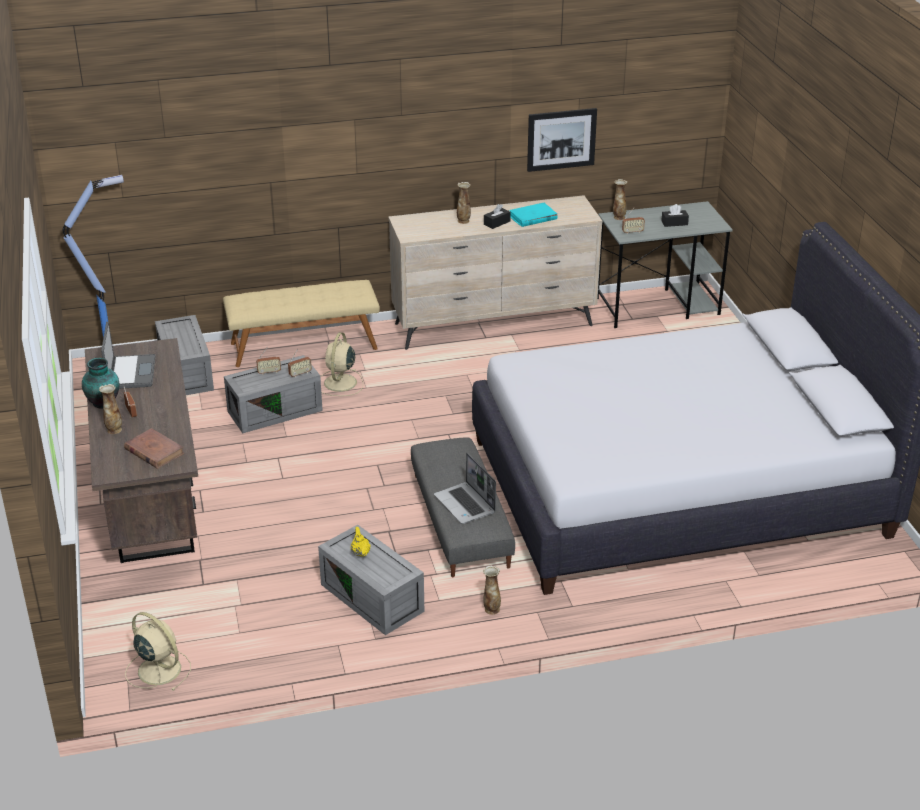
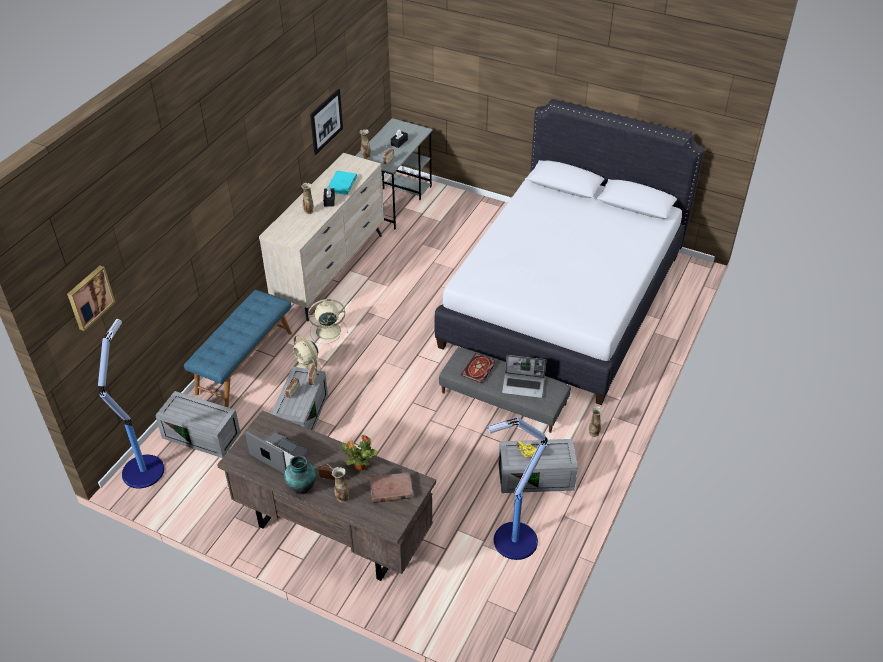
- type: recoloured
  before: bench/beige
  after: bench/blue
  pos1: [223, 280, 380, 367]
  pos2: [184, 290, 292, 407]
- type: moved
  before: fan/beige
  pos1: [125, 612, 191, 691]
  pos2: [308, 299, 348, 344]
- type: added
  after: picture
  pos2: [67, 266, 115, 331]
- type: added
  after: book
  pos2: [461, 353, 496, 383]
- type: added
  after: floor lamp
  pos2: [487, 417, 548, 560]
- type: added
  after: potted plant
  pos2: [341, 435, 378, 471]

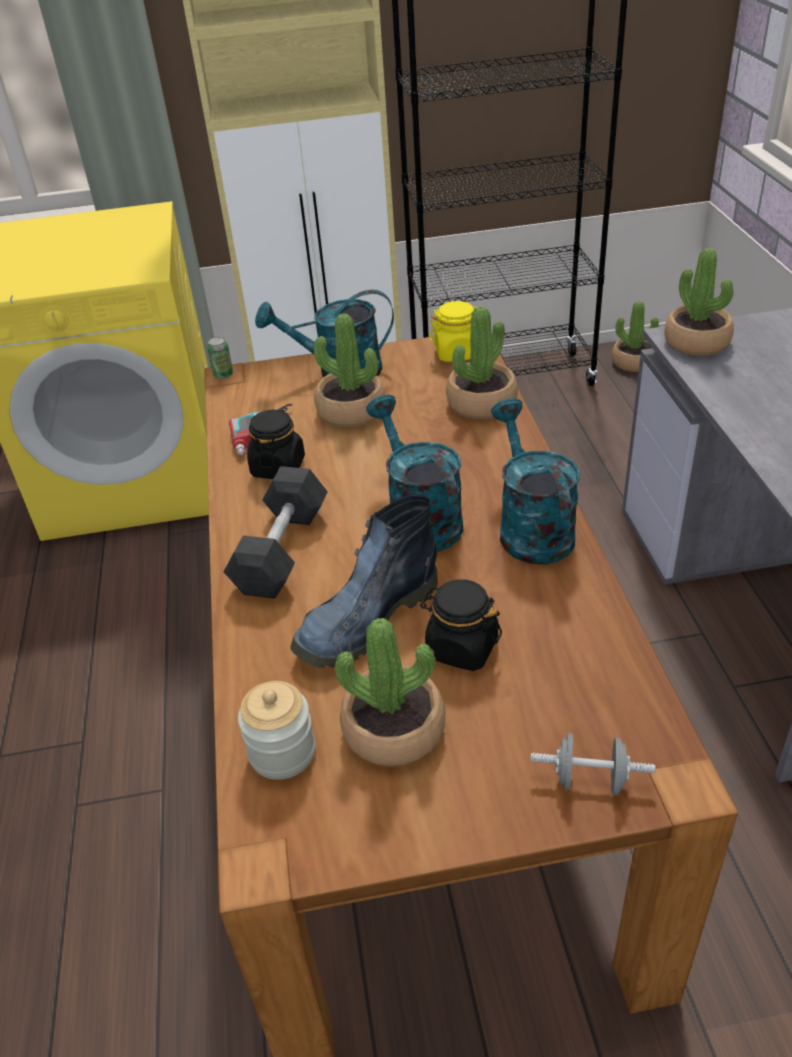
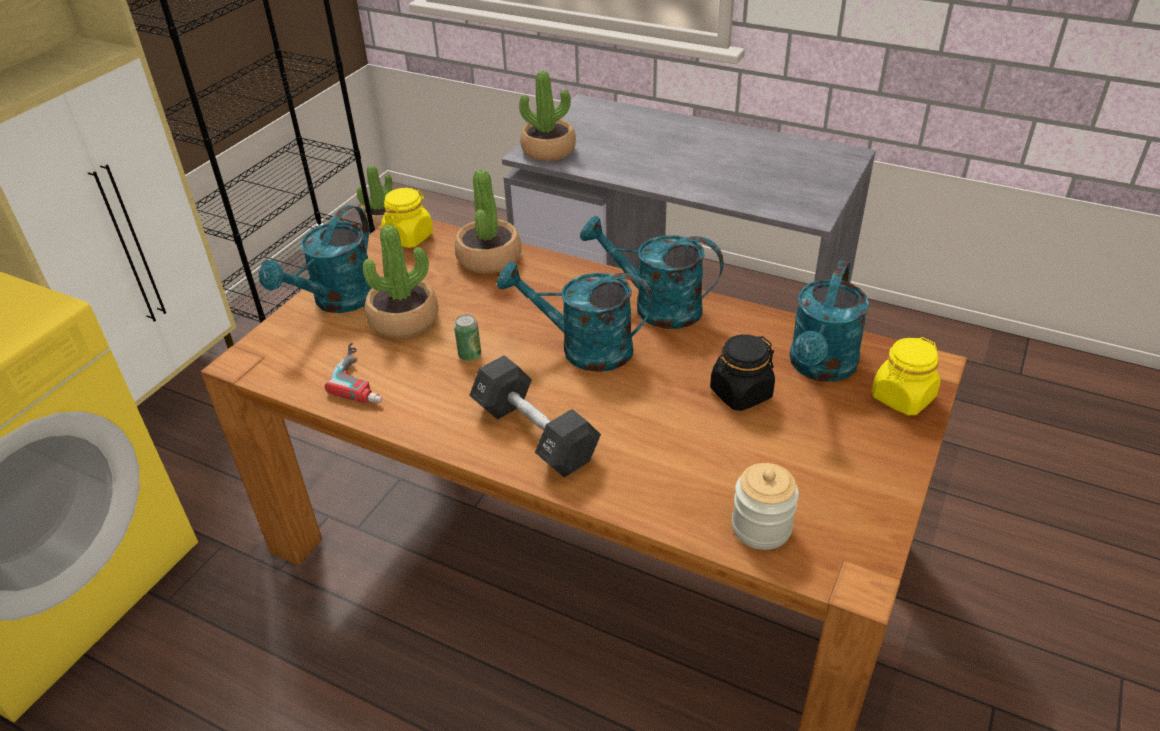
- type: moved
  before: can
  pos1: [207, 337, 233, 379]
  pos2: [454, 314, 481, 361]
- type: removed
  before: jar/black
  pos1: [247, 409, 305, 479]
- type: removed
  before: boot
  pos1: [290, 494, 438, 668]
- type: removed
  before: potted plant
  pos1: [335, 618, 445, 767]
- type: replaced
  before: dumbbell/grey
  after: jar/yellow
  pos1: [531, 733, 656, 796]
  pos2: [871, 337, 941, 415]
- type: added
  after: watering can/turquoise
  pos2: [790, 260, 869, 382]

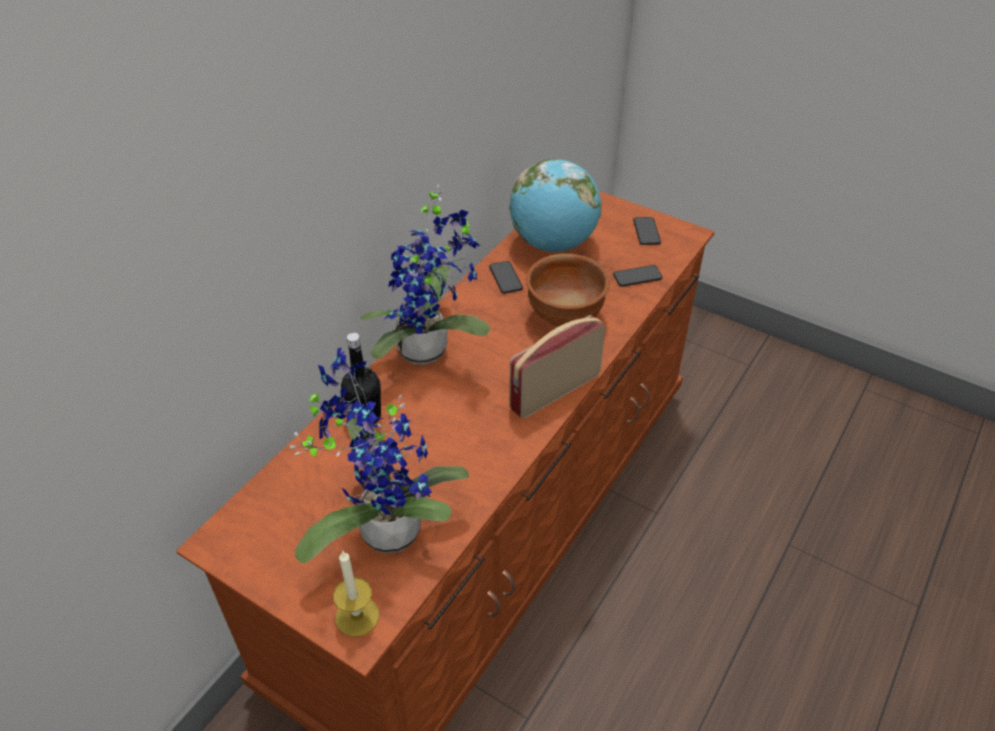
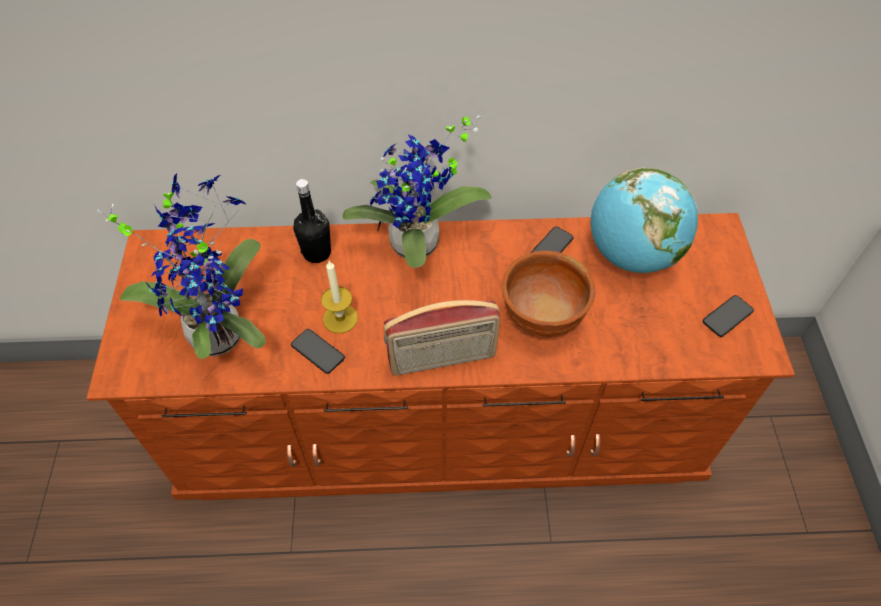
- type: moved
  before: phone
  pos1: [613, 265, 663, 287]
  pos2: [291, 329, 345, 374]
- type: turned
  before: radio
  pos1: [509, 315, 606, 419]
  pos2: [384, 300, 500, 375]
  turn: 150
- type: moved
  before: candle
  pos1: [333, 551, 379, 637]
  pos2: [321, 261, 358, 333]

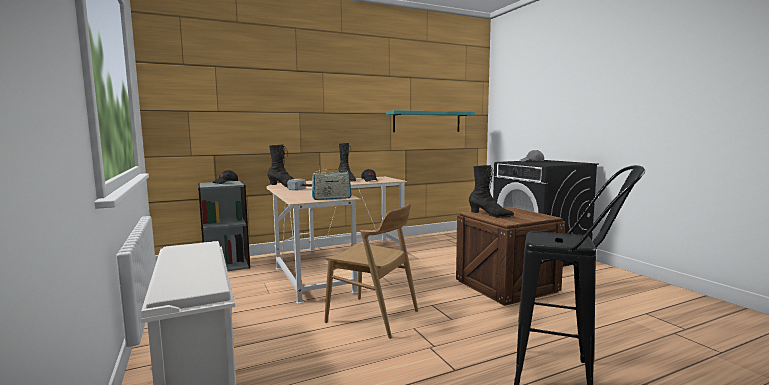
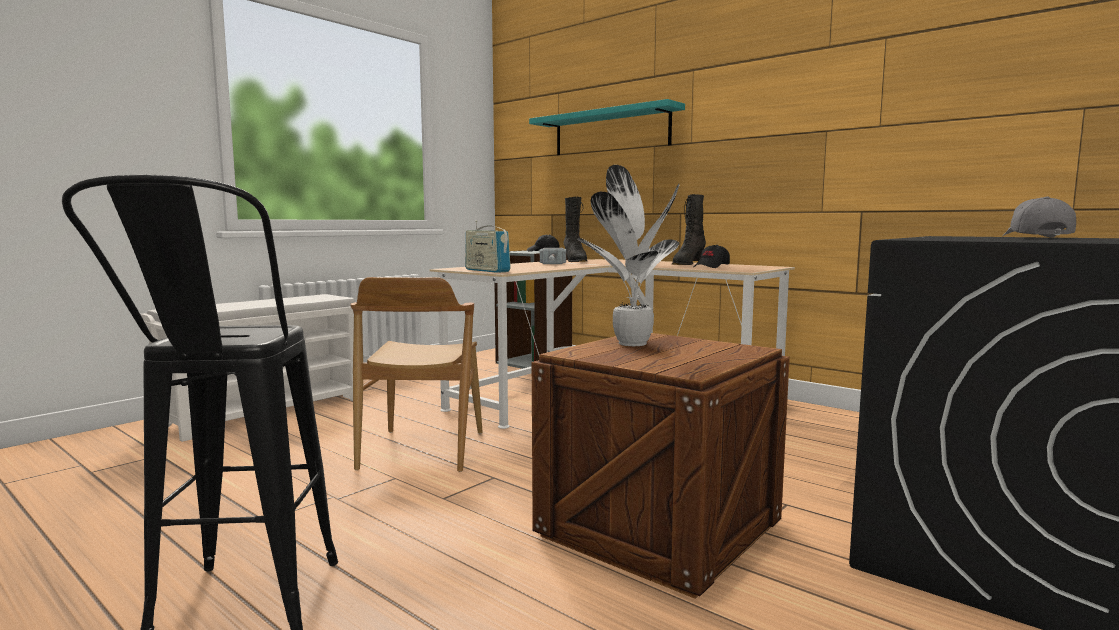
- type: moved
  before: shelf/turquoise
  pos1: [386, 110, 475, 132]
  pos2: [529, 99, 685, 155]
- type: replaced
  before: boot/black
  after: potted plant
  pos1: [469, 165, 514, 218]
  pos2: [577, 165, 679, 346]

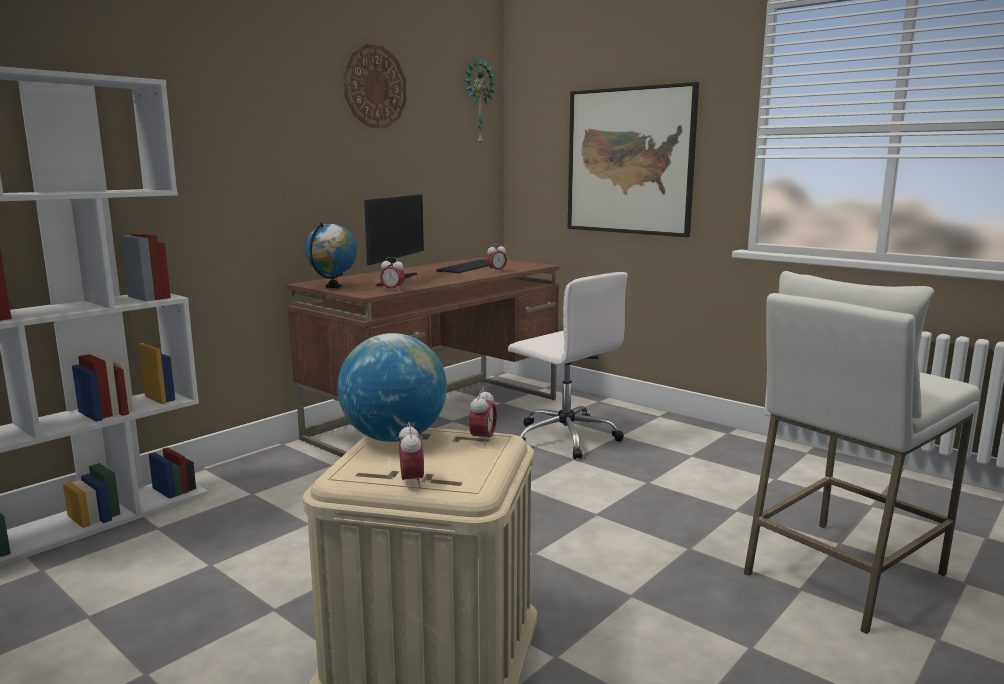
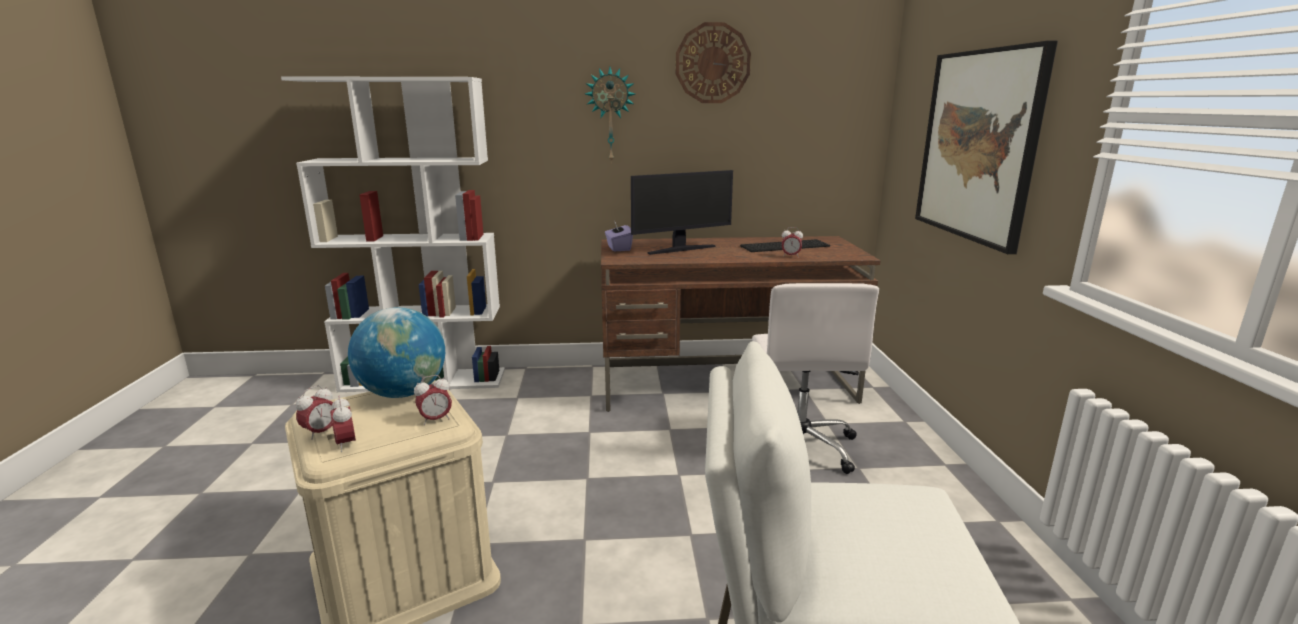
- type: moved
  before: wall clock
  pos1: [464, 57, 495, 146]
  pos2: [585, 67, 635, 163]
- type: replaced
  before: globe
  after: tissue box/purple
  pos1: [305, 222, 357, 288]
  pos2: [605, 221, 633, 251]
- type: moved
  before: alarm clock
  pos1: [380, 257, 405, 290]
  pos2: [330, 395, 356, 452]

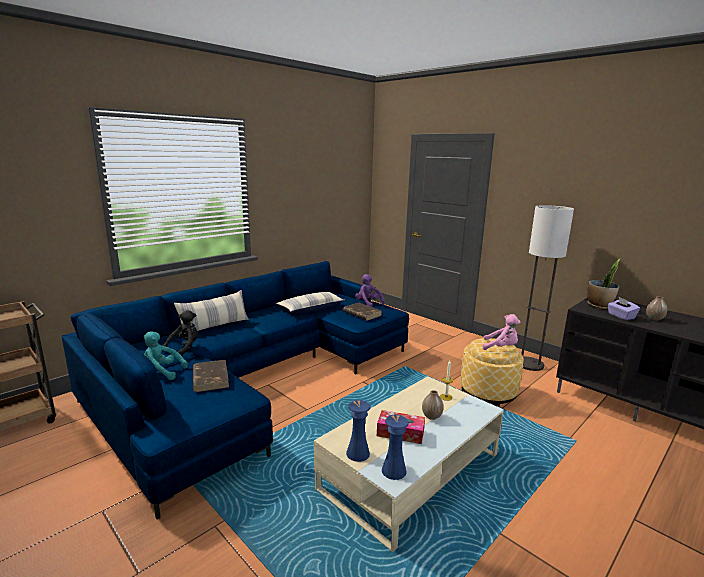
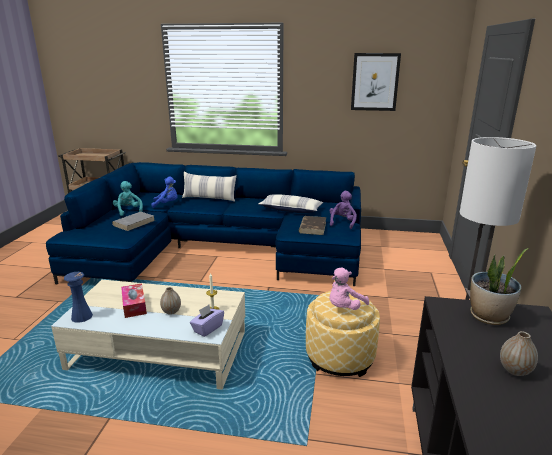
- type: moved
  before: tissue box/purple
  pos1: [607, 297, 640, 320]
  pos2: [190, 305, 224, 337]
- type: recoloured
  before: plush toy/black
  after: plush toy/blue
  pos1: [163, 310, 198, 356]
  pos2: [151, 177, 178, 208]
- type: turned
  before: plush toy/pink
  pos1: [483, 314, 521, 350]
  pos2: [329, 267, 369, 310]
  turn: 60
- type: recoloured
  before: book/brown
  after: book/grey
  pos1: [193, 360, 229, 392]
  pos2: [112, 212, 155, 231]
- type: removed
  before: vase/blue
  pos1: [346, 400, 371, 462]
- type: added
  after: picture
  pos2: [351, 53, 401, 111]

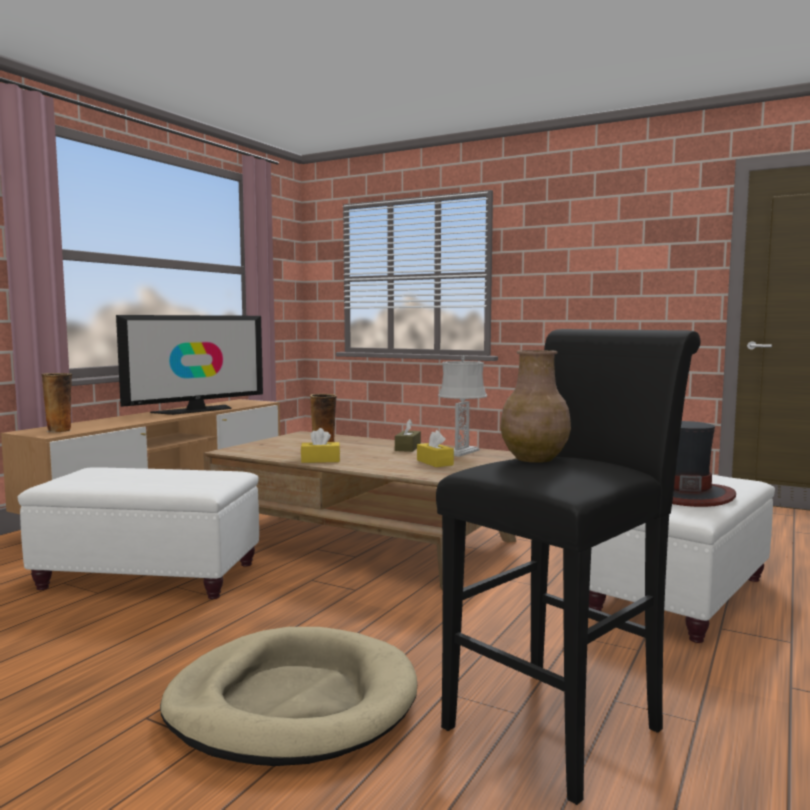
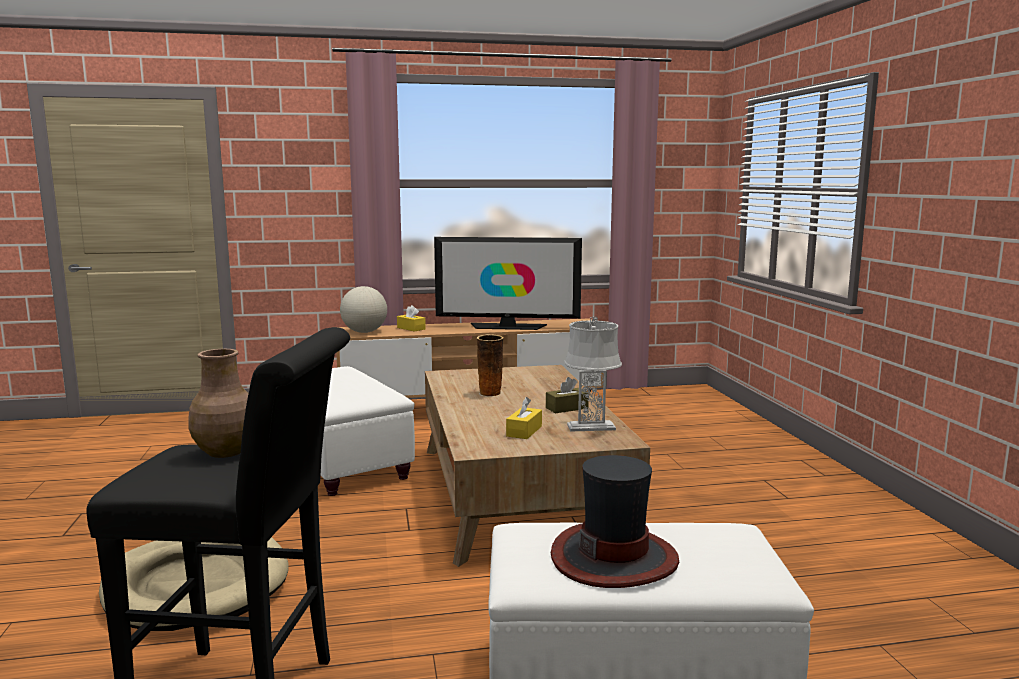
- type: replaced
  before: vase
  after: globe
  pos1: [42, 373, 72, 433]
  pos2: [340, 286, 387, 333]
- type: moved
  before: tissue box/yellow
  pos1: [301, 428, 340, 463]
  pos2: [397, 305, 426, 331]

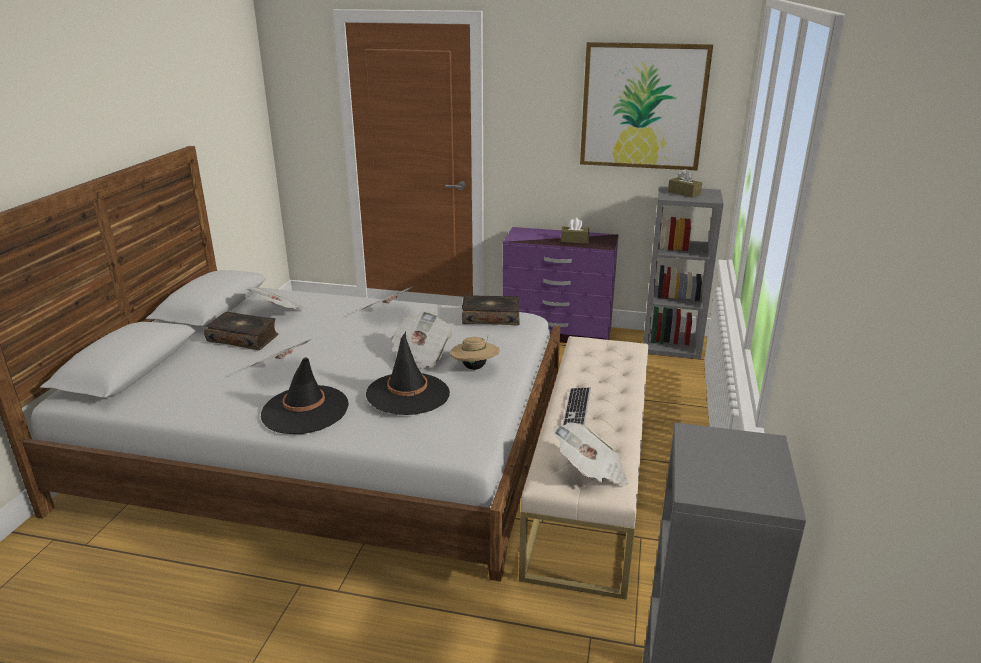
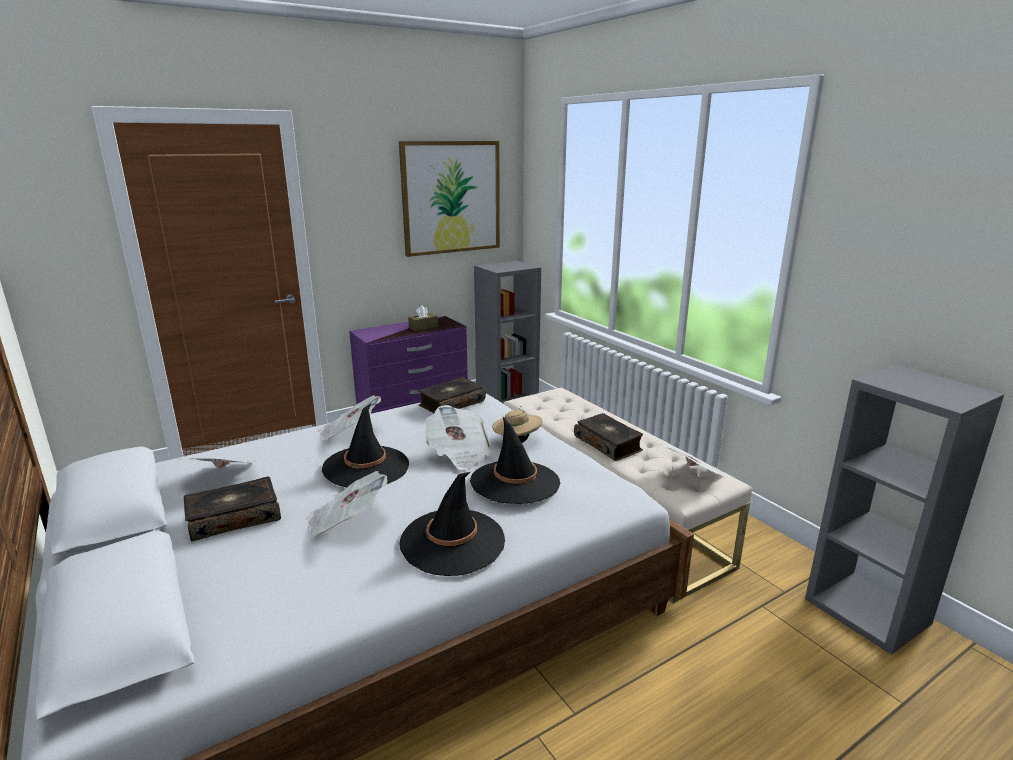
- type: removed
  before: tissue box/brown
  pos1: [668, 169, 702, 198]
- type: replaced
  before: keyboard
  after: book
  pos1: [562, 387, 591, 426]
  pos2: [574, 413, 643, 461]
- type: added
  after: hat/black
  pos2: [322, 404, 409, 487]

